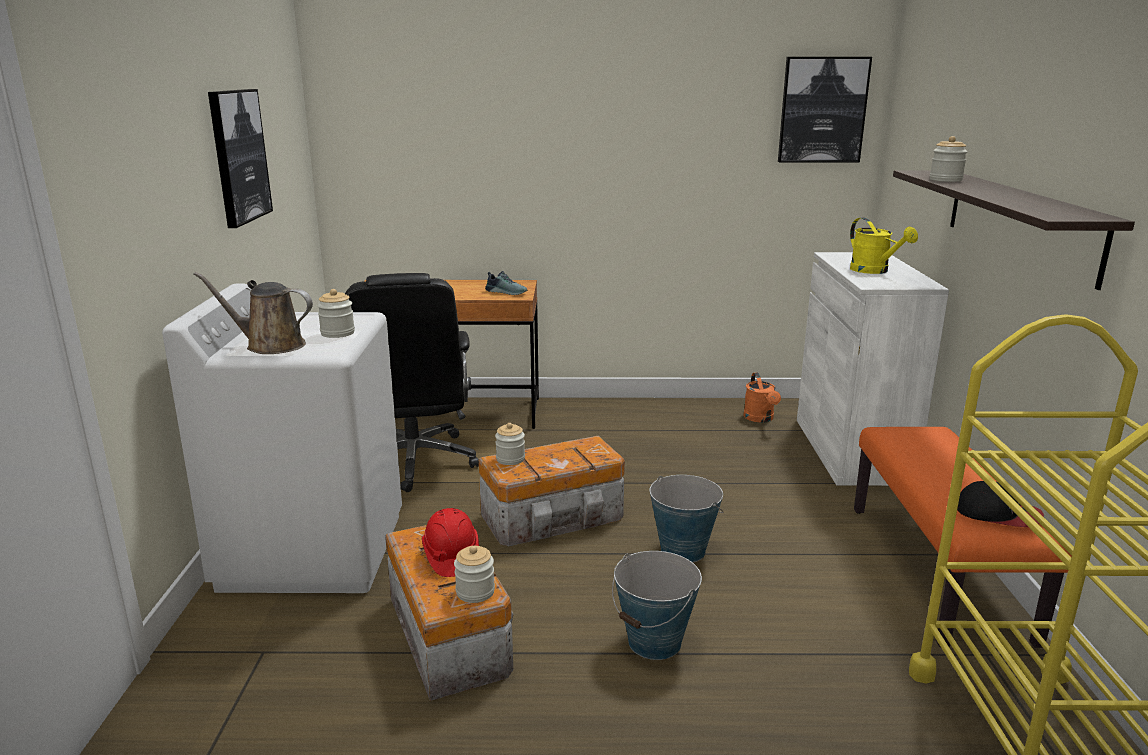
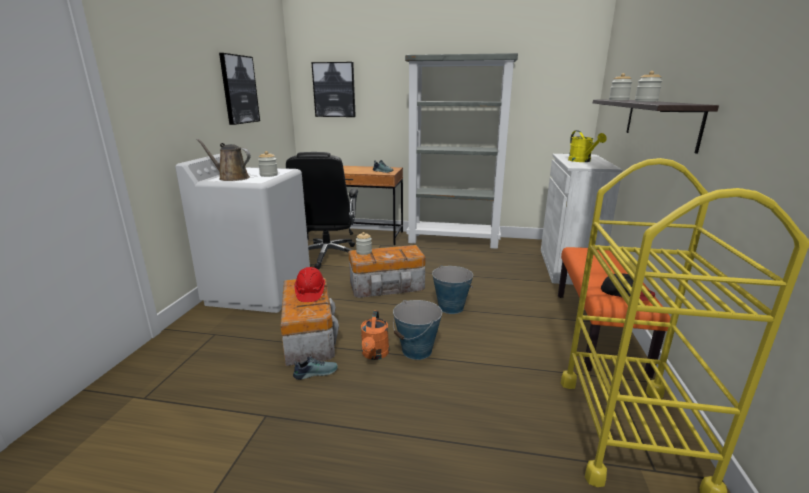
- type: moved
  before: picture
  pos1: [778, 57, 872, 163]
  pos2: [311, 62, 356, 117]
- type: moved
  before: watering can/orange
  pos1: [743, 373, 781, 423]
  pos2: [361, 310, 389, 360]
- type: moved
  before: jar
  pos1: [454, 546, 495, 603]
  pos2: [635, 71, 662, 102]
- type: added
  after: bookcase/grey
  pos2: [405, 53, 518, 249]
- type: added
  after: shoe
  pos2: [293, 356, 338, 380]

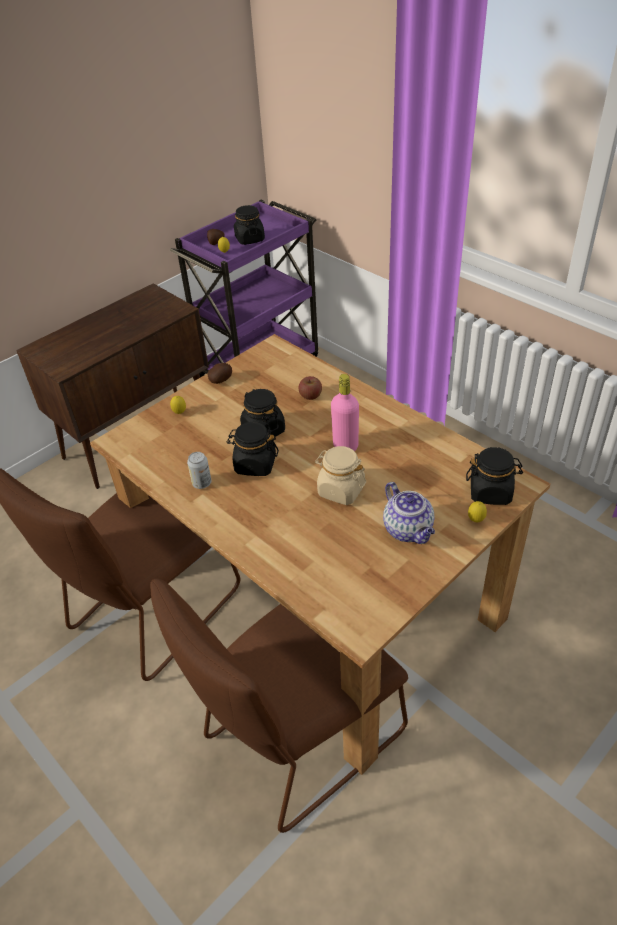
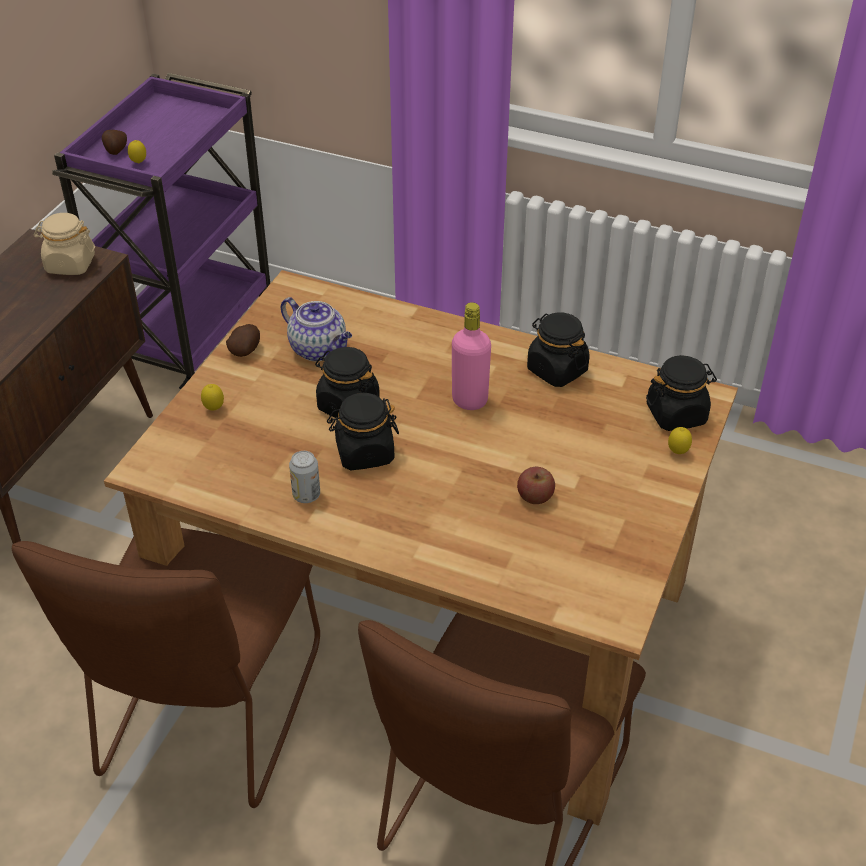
- type: moved
  before: jar/black
  pos1: [234, 205, 265, 245]
  pos2: [527, 313, 590, 387]
- type: moved
  before: apple
  pos1: [299, 376, 322, 400]
  pos2: [517, 467, 555, 504]
- type: moved
  before: jar/beige
  pos1: [315, 446, 366, 505]
  pos2: [34, 213, 95, 275]
- type: moved
  before: teapot
  pos1: [383, 482, 435, 544]
  pos2: [281, 297, 352, 361]

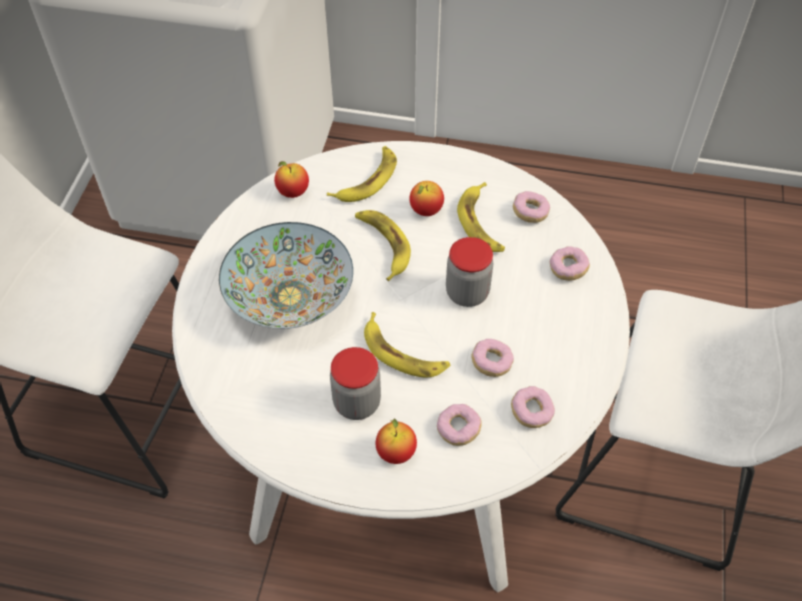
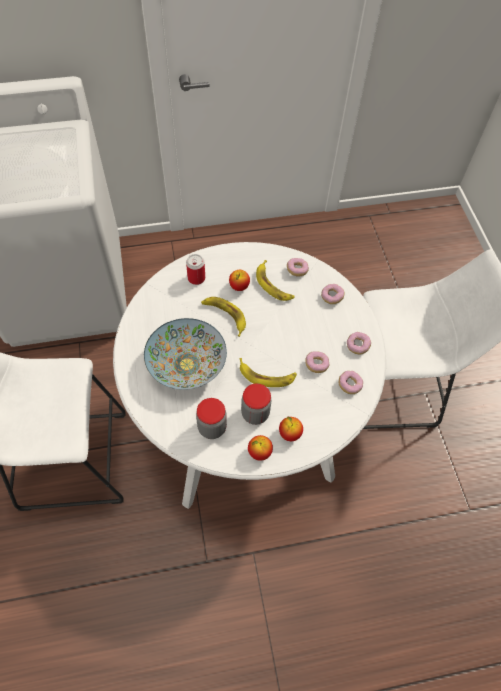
- type: replaced
  before: banana
  after: can
  pos1: [327, 146, 397, 202]
  pos2: [186, 254, 205, 285]
- type: moved
  before: apple
  pos1: [274, 161, 309, 198]
  pos2: [248, 435, 273, 461]
- type: moved
  before: jar
  pos1: [446, 237, 493, 307]
  pos2: [196, 398, 227, 439]
- type: moved
  before: donut
  pos1: [437, 404, 482, 446]
  pos2: [347, 332, 371, 354]

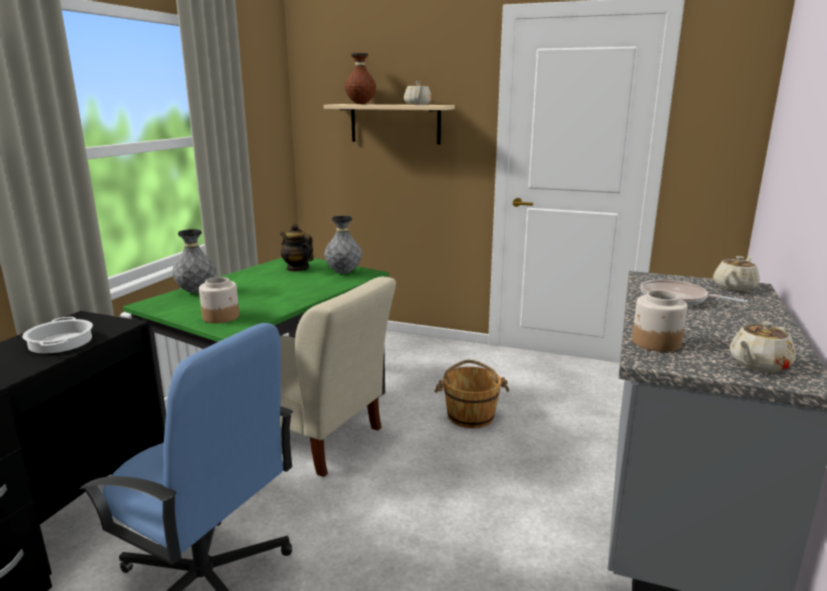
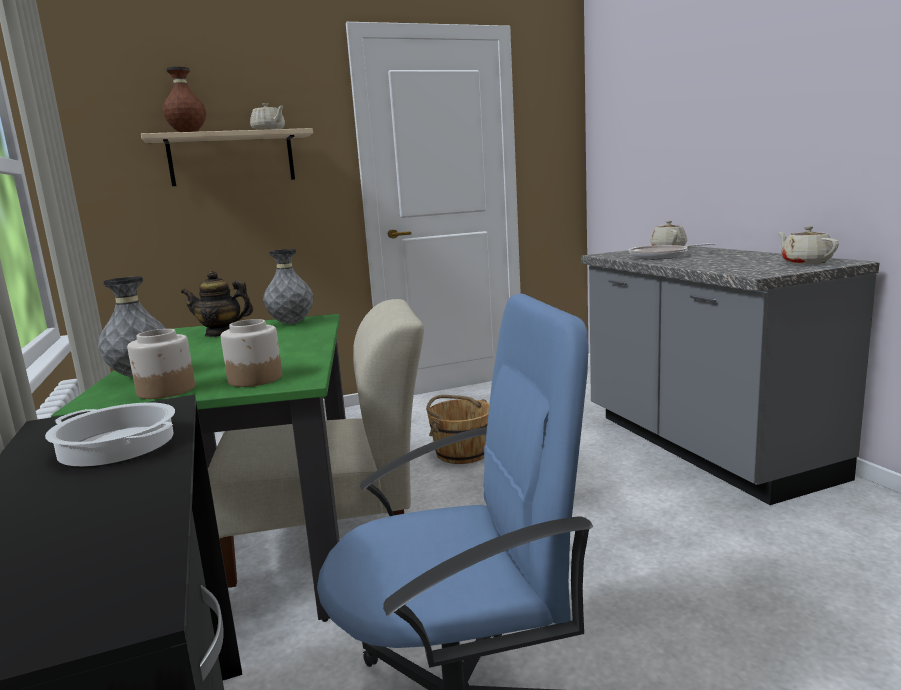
- type: moved
  before: jar
  pos1: [632, 290, 687, 352]
  pos2: [127, 329, 195, 399]
- type: turned
  before: teapot/beige
  pos1: [729, 321, 796, 372]
  pos2: [777, 226, 839, 264]
  turn: 150

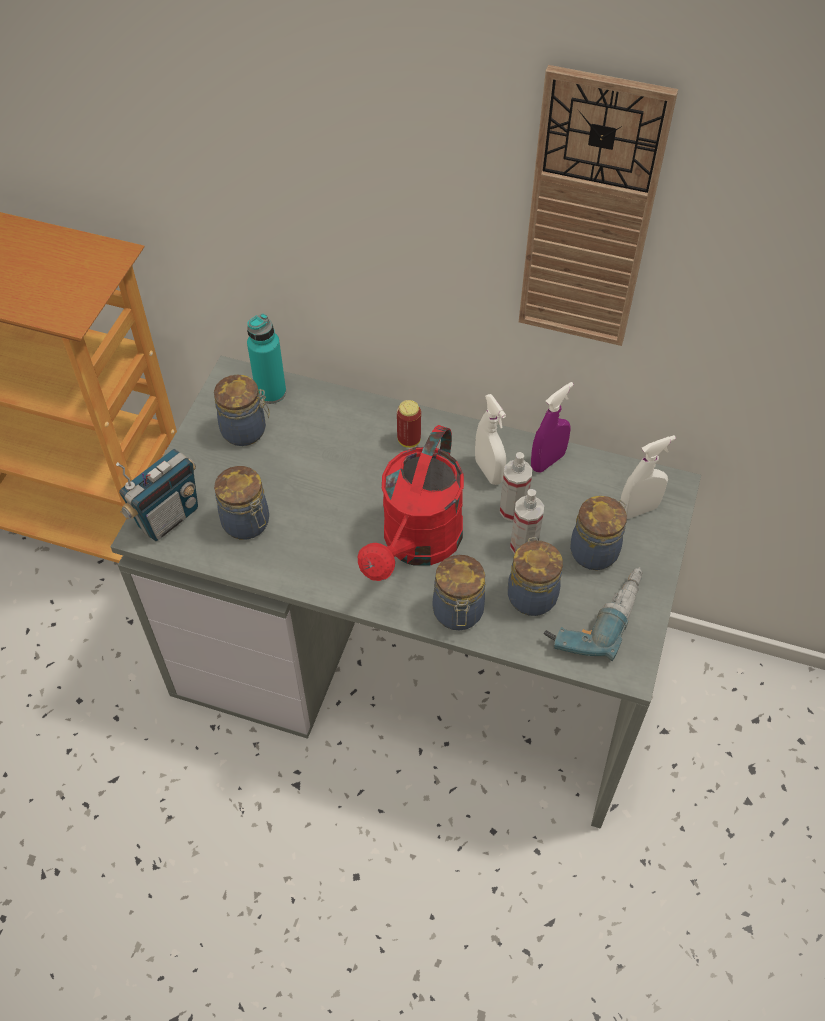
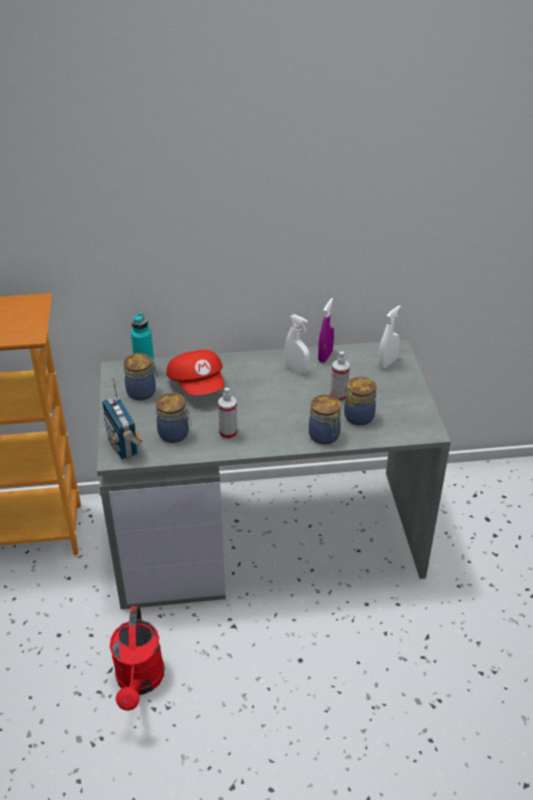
- type: removed
  before: wall clock
  pos1: [519, 65, 678, 346]
- type: removed
  before: can
  pos1: [397, 400, 421, 448]
- type: moved
  before: watering can/red
  pos1: [358, 425, 464, 581]
  pos2: [110, 606, 165, 711]
- type: turned
  before: radio
  pos1: [116, 448, 198, 541]
  pos2: [102, 377, 143, 459]
  turn: 135
- type: moved
  before: spray bottle
  pos1: [500, 452, 532, 522]
  pos2: [218, 387, 238, 440]
- type: removed
  before: jar
  pos1: [570, 496, 627, 570]
- type: removed
  before: power drill
  pos1: [544, 567, 643, 661]
- type: added
  after: cap/red
  pos2: [166, 349, 224, 395]

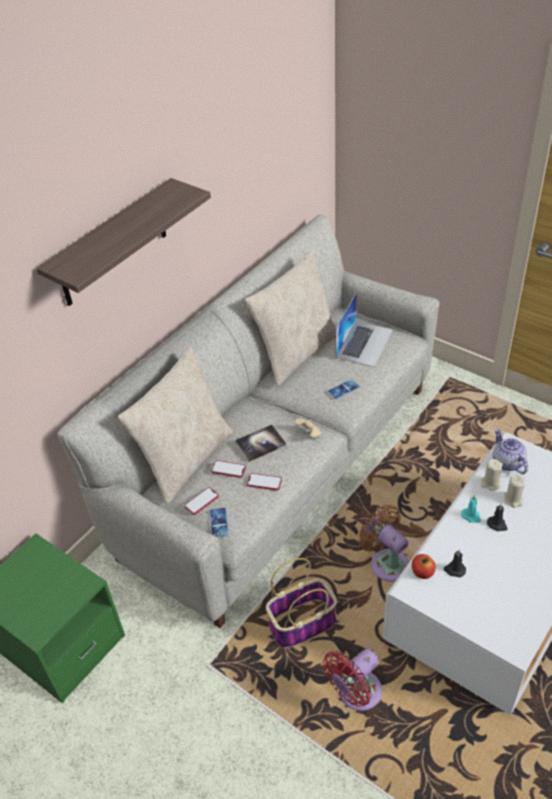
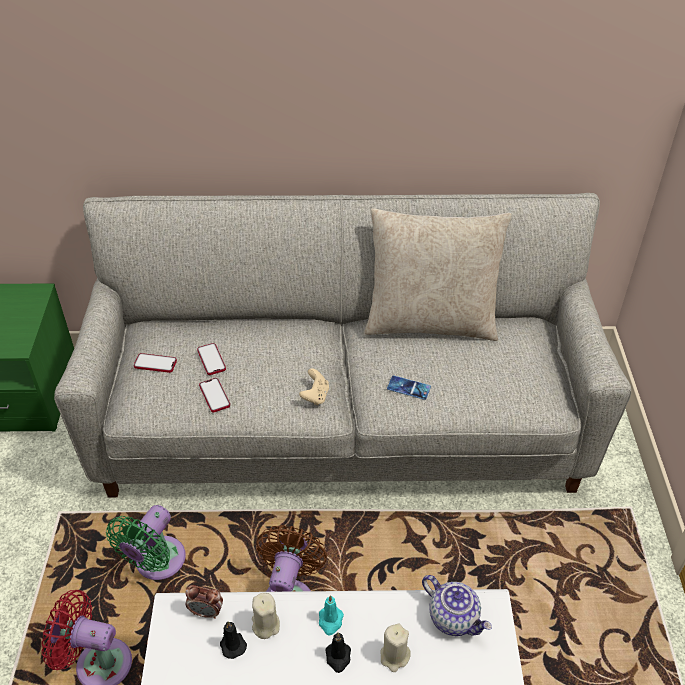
- type: removed
  before: shelf
  pos1: [36, 178, 211, 306]
- type: removed
  before: laptop
  pos1: [335, 292, 393, 367]
- type: removed
  before: pillow/beige
  pos1: [118, 346, 233, 504]
- type: removed
  before: book
  pos1: [235, 425, 286, 462]
- type: turned
  before: teapot
  pos1: [493, 429, 528, 474]
  pos2: [422, 575, 492, 636]
  turn: 105
- type: moved
  before: candle/beige
  pos1: [481, 459, 503, 491]
  pos2: [252, 593, 280, 639]
- type: removed
  before: phone
  pos1: [210, 508, 229, 537]
- type: replaced
  before: apple
  after: alarm clock
  pos1: [412, 554, 436, 579]
  pos2: [185, 585, 223, 619]
- type: replaced
  before: basket
  after: fan/green
  pos1: [266, 558, 337, 648]
  pos2: [106, 505, 186, 580]

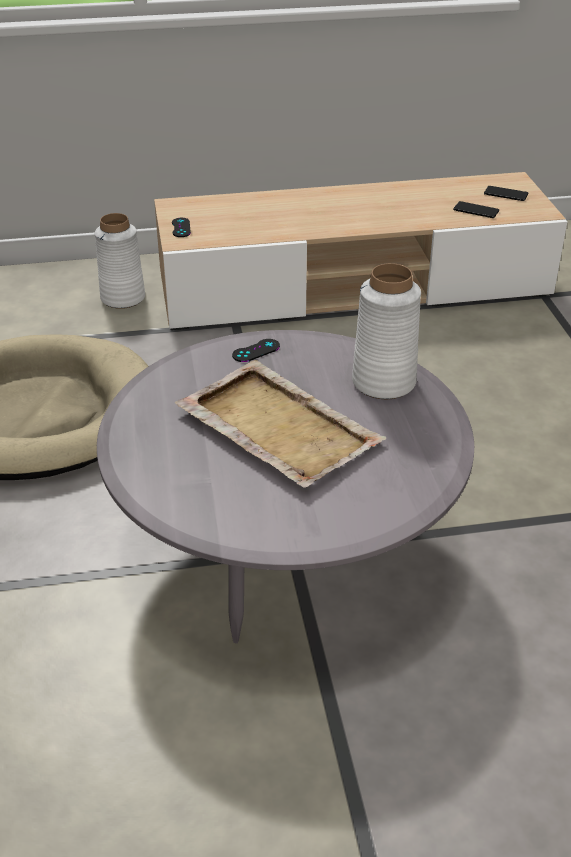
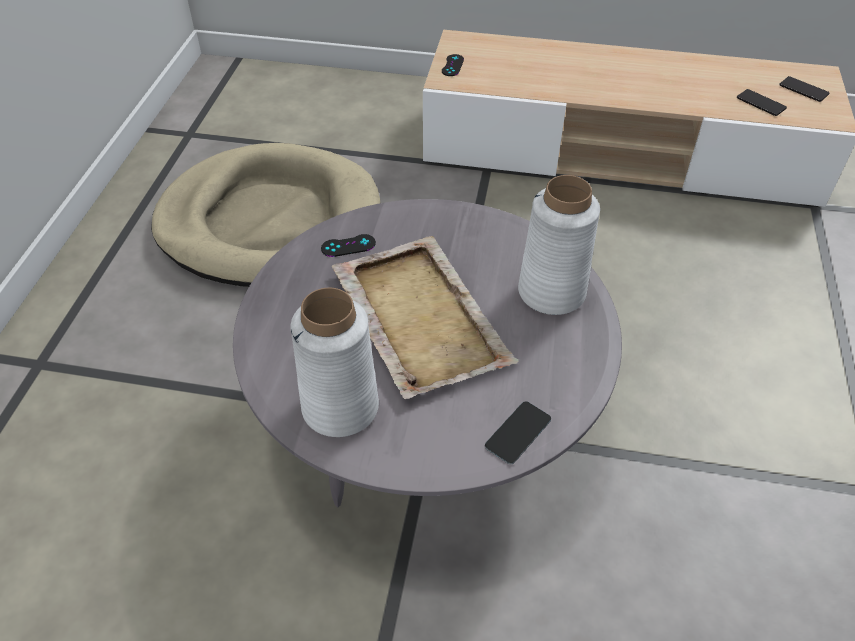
- type: moved
  before: vase/white
  pos1: [95, 213, 145, 309]
  pos2: [290, 288, 379, 437]
- type: moved
  before: game controller/black
  pos1: [232, 339, 280, 362]
  pos2: [321, 234, 376, 257]
- type: added
  after: phone
  pos2: [485, 401, 551, 464]

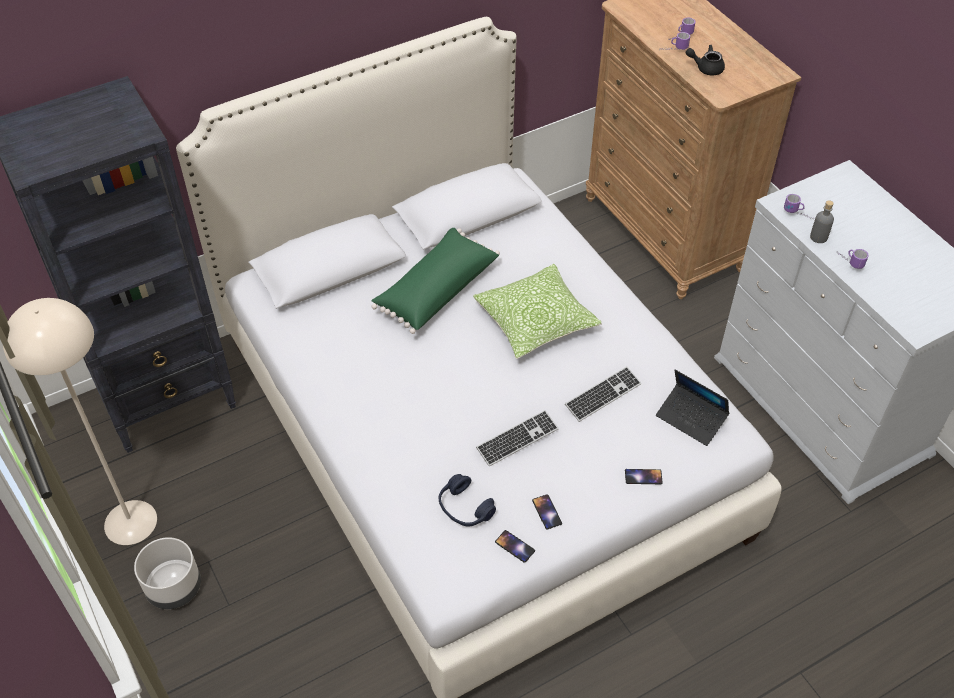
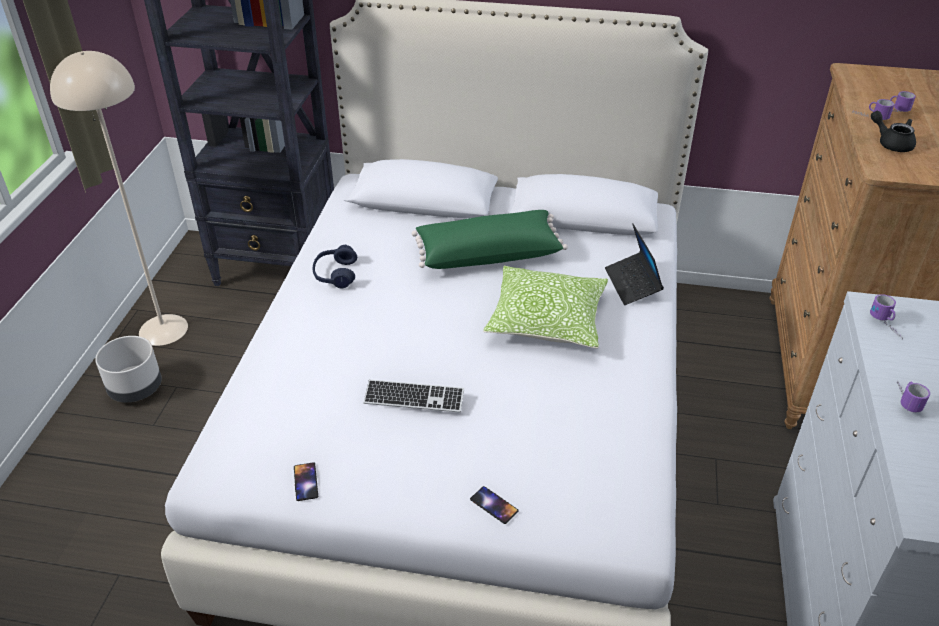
- type: removed
  before: bottle/grey
  pos1: [810, 200, 834, 243]
- type: removed
  before: keyboard
  pos1: [565, 366, 641, 422]
- type: moved
  before: laptop
  pos1: [656, 370, 729, 446]
  pos2: [605, 223, 664, 305]
- type: moved
  before: headphones/blue
  pos1: [439, 474, 496, 526]
  pos2: [313, 245, 357, 289]
- type: removed
  before: phone
  pos1: [532, 494, 562, 529]

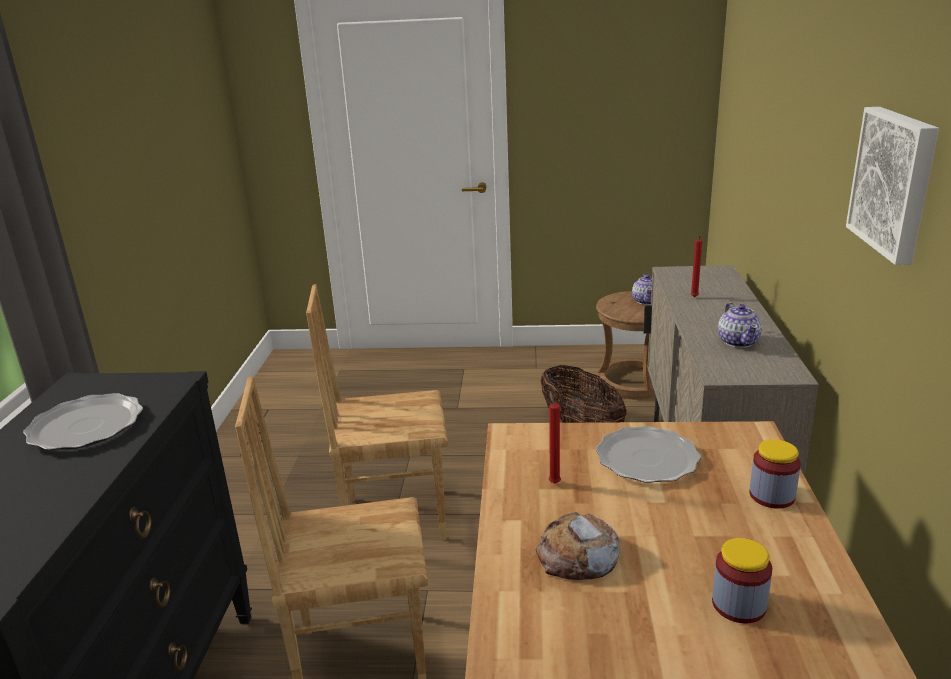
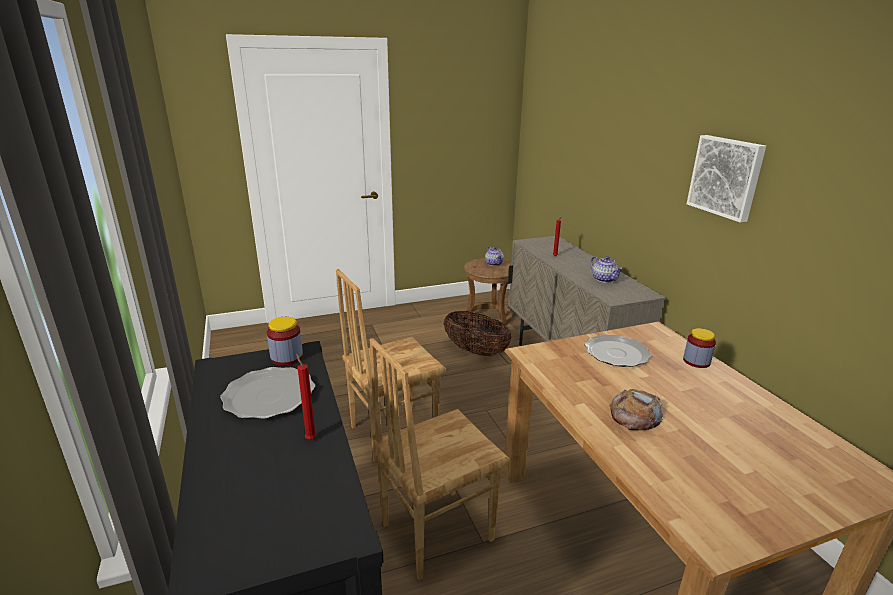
- type: moved
  before: candle/red
  pos1: [549, 392, 561, 484]
  pos2: [296, 354, 317, 439]
- type: moved
  before: jar
  pos1: [712, 538, 772, 623]
  pos2: [267, 317, 303, 366]

